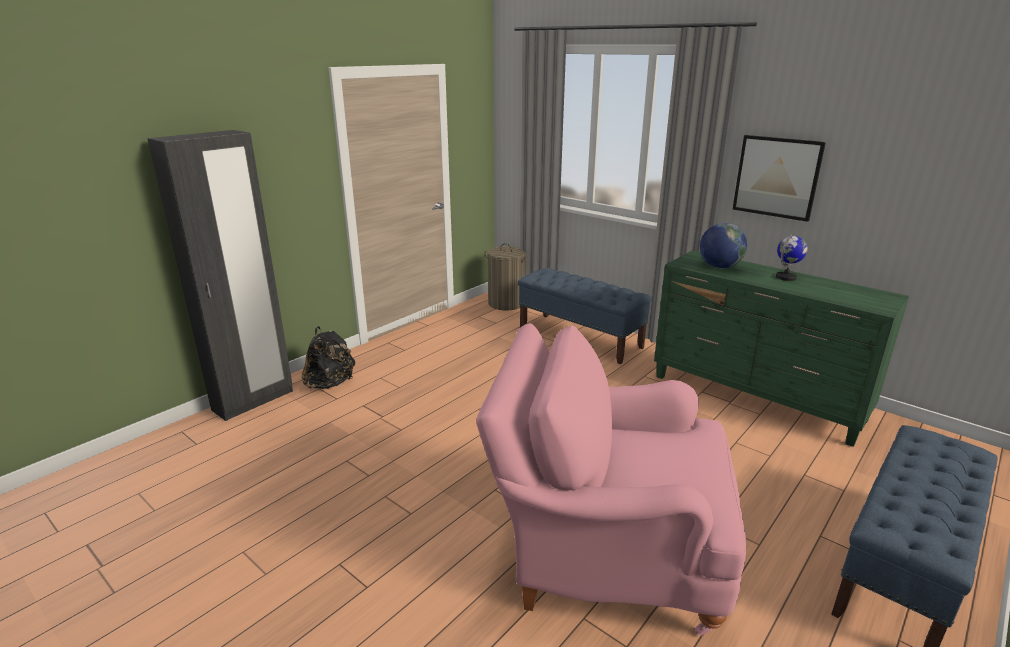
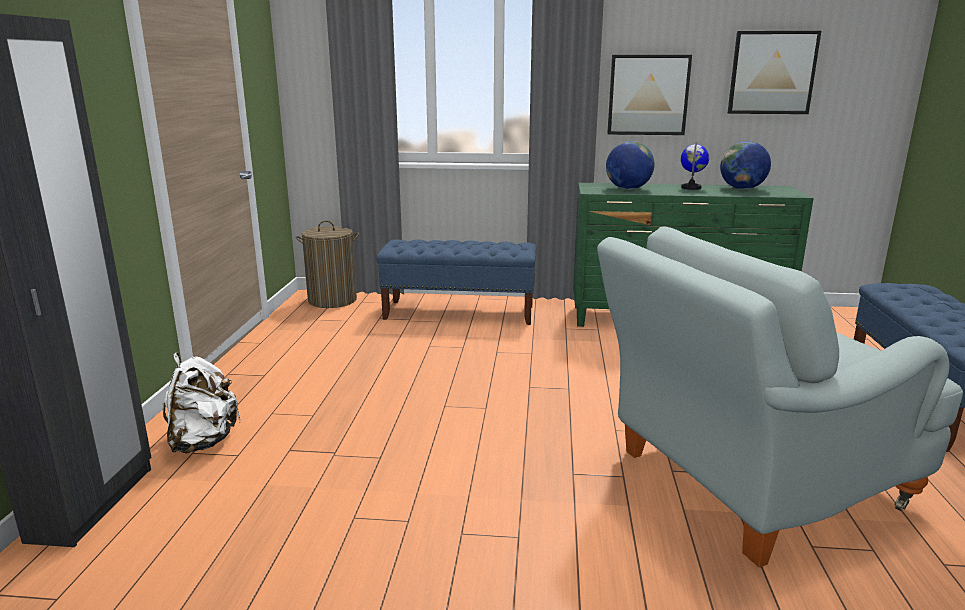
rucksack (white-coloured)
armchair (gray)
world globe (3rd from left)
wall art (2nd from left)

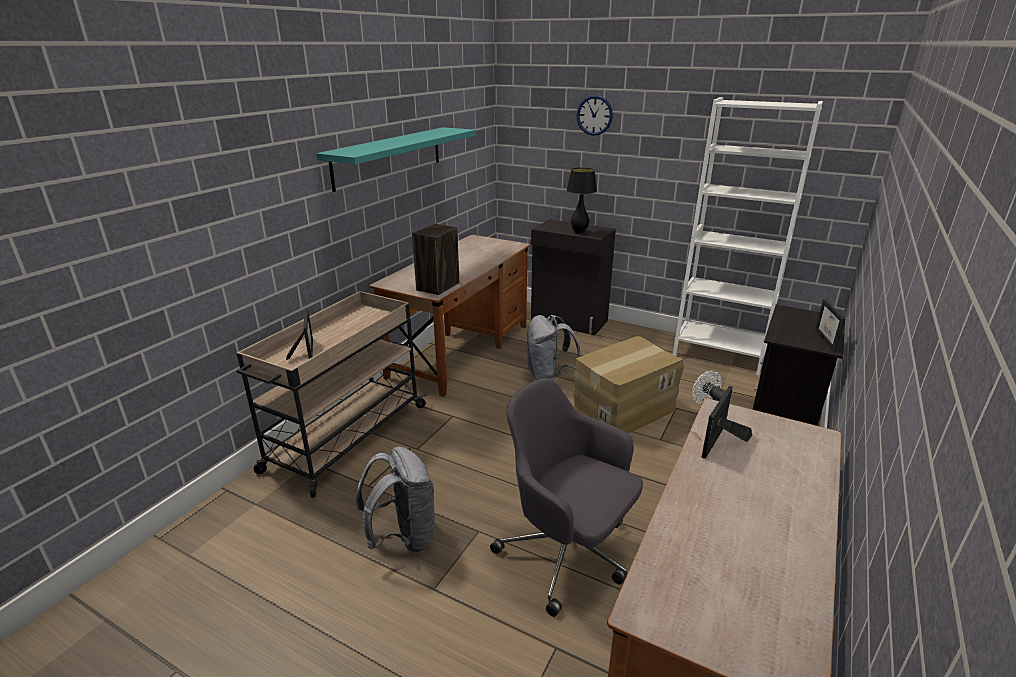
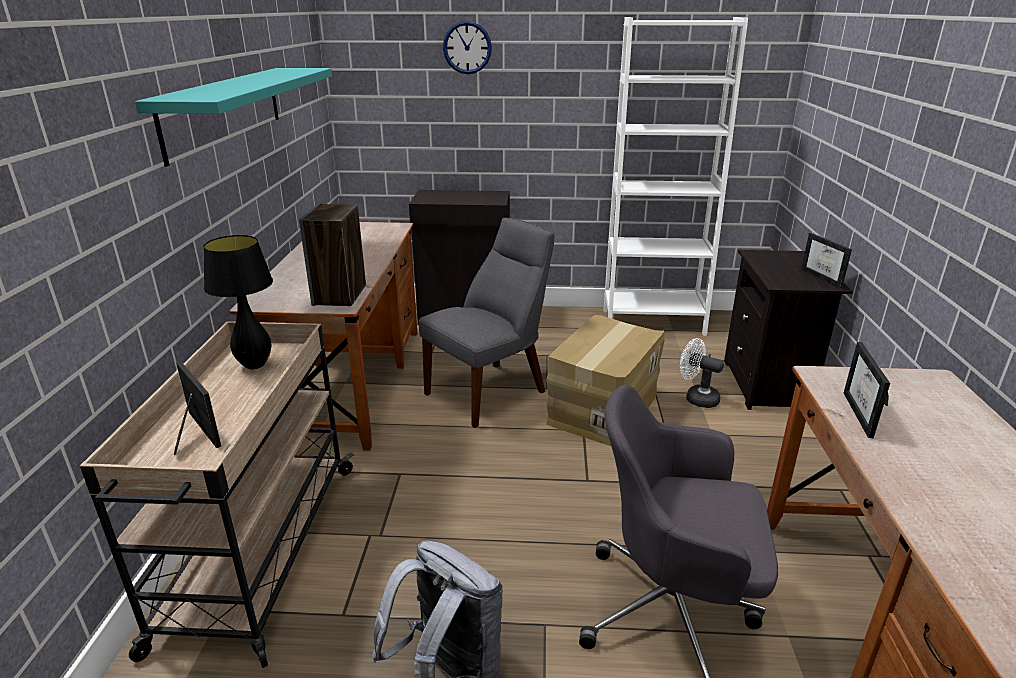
chair (gray)
lamp for a table (black-coloured)

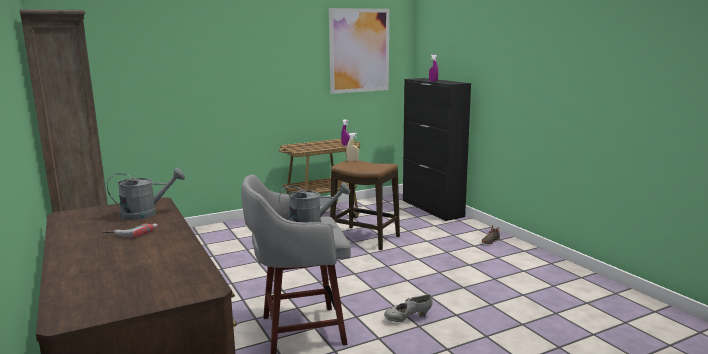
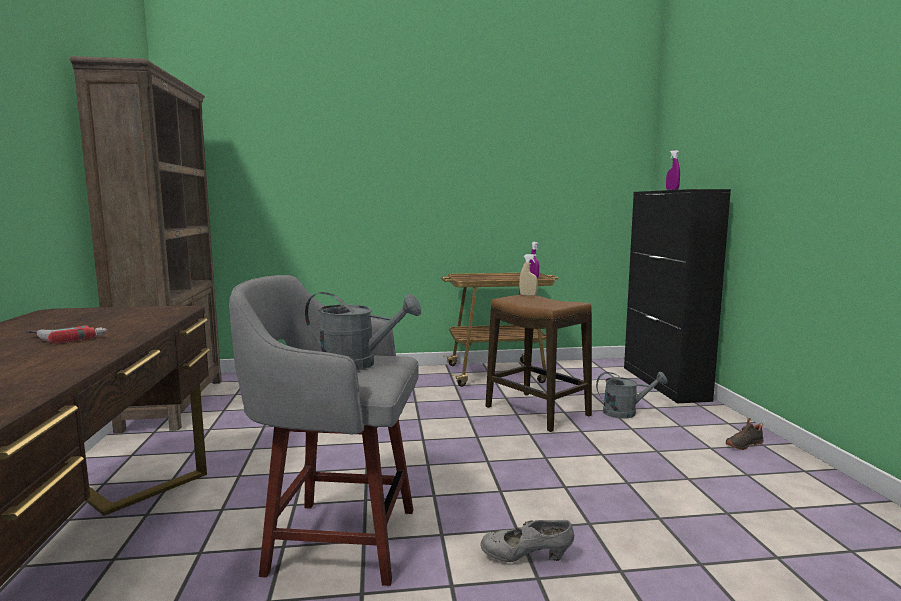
watering pot (gray) (2nd from left)
wall art

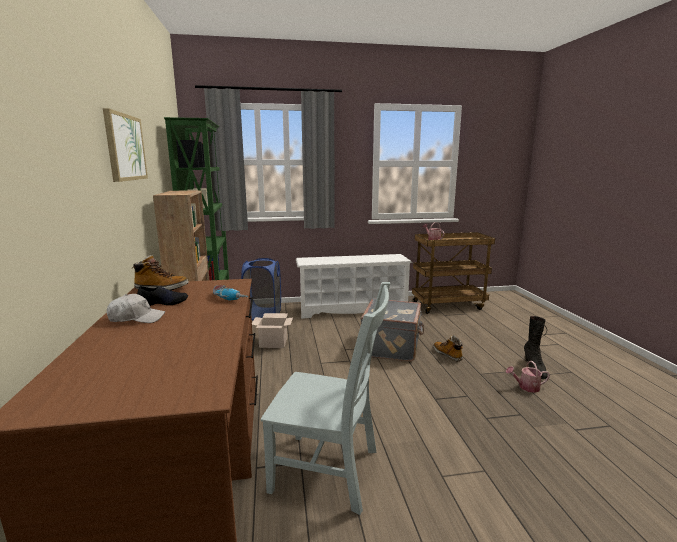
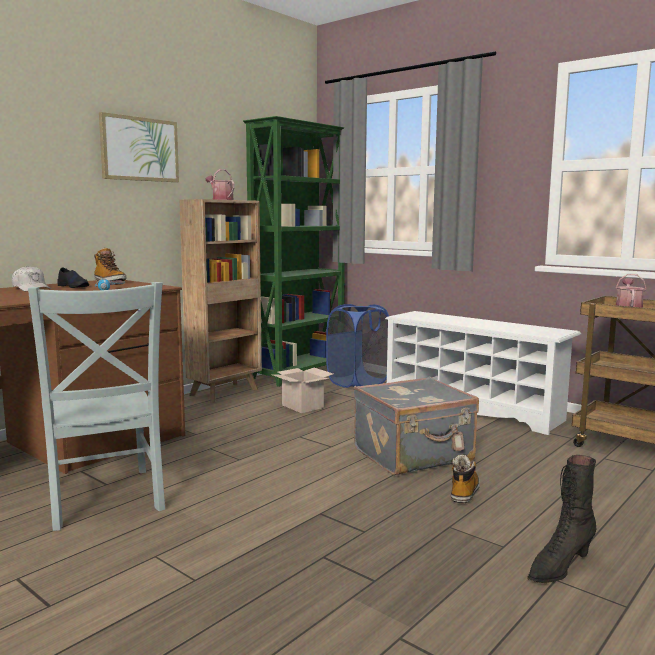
watering pot (1st from left)

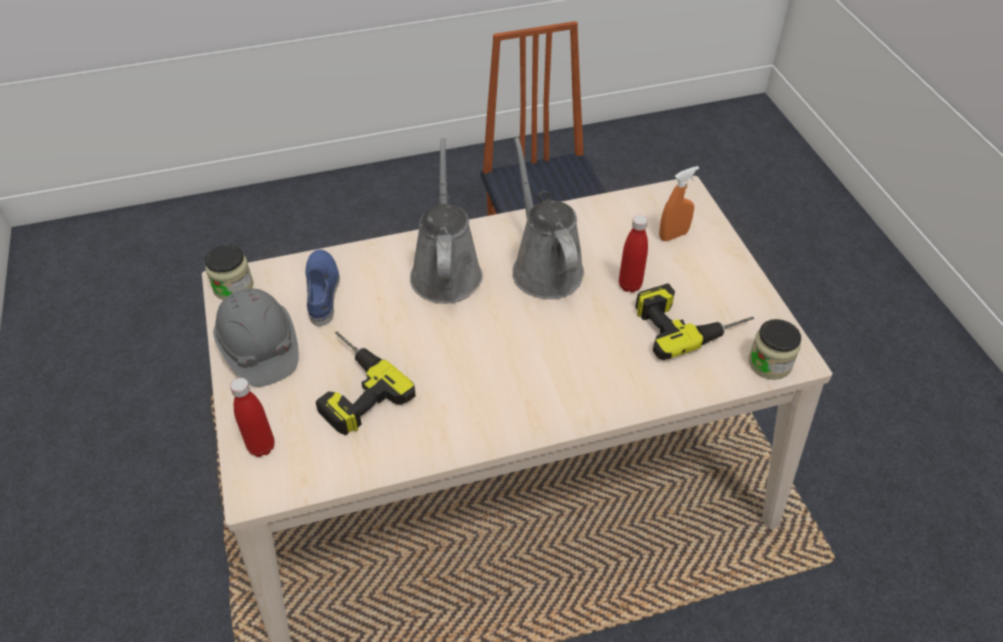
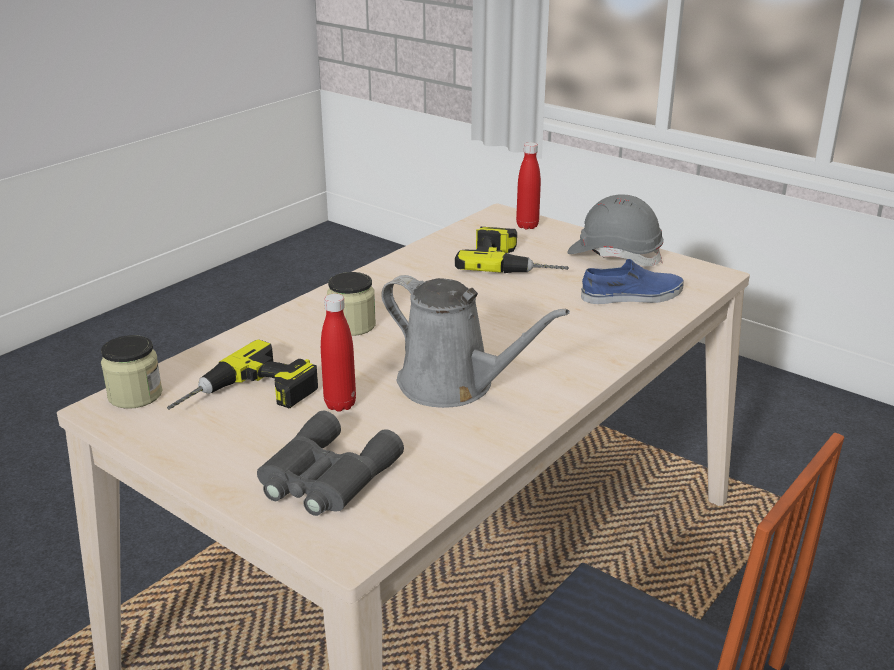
preserve jar (2nd from left)
low shoe (blue)
watering pot (gray) (1st from left in the first image)
binoculars (gray)

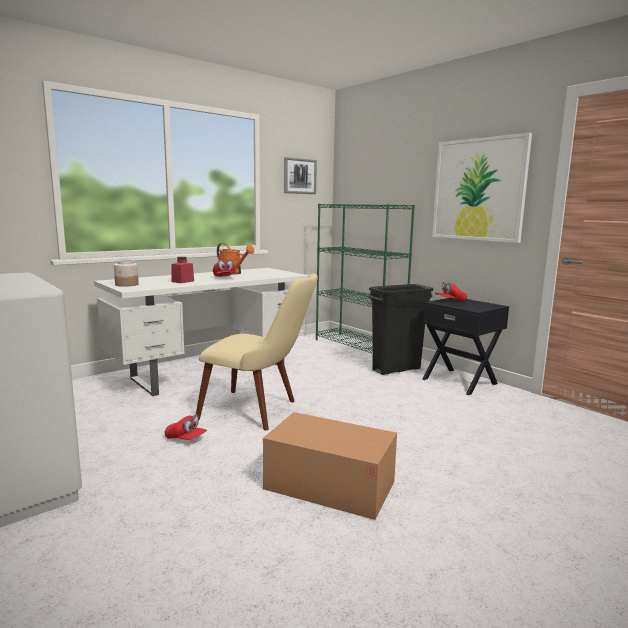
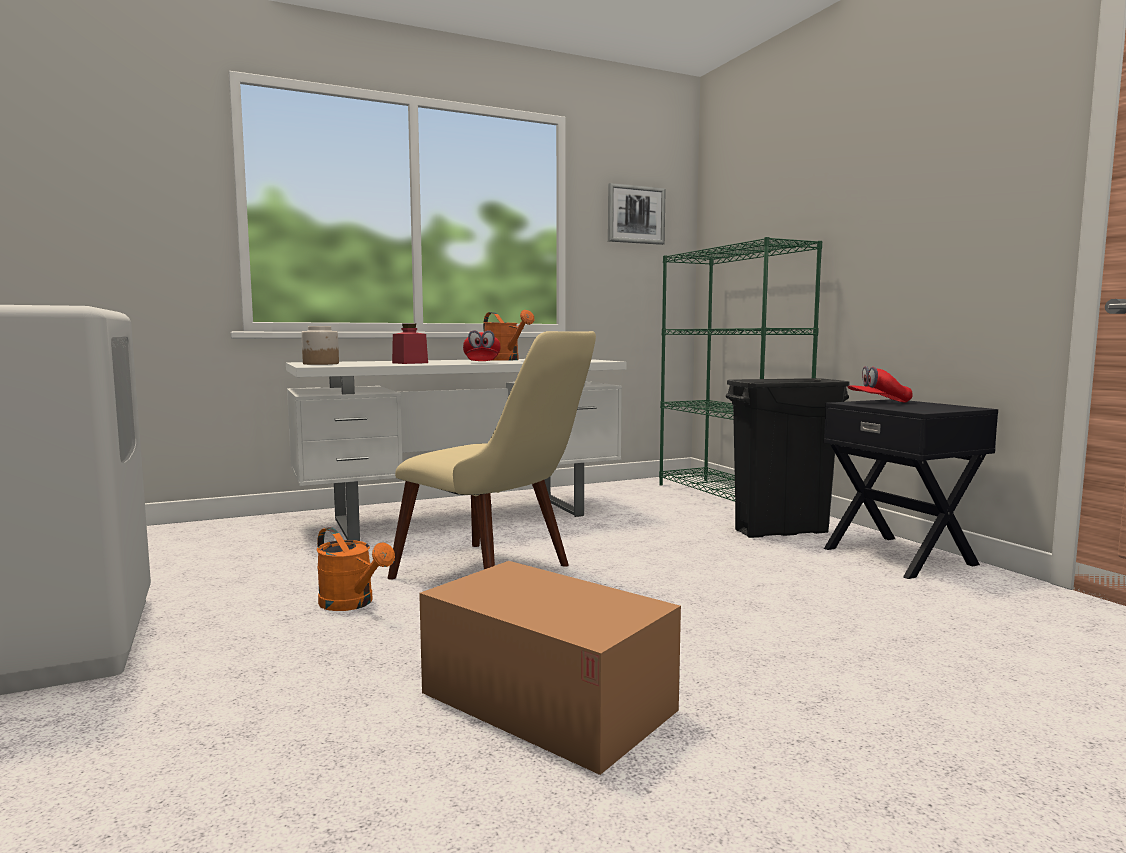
watering pot (orange-coloured) (1st from left)
wall art (2nd from left in the first image)

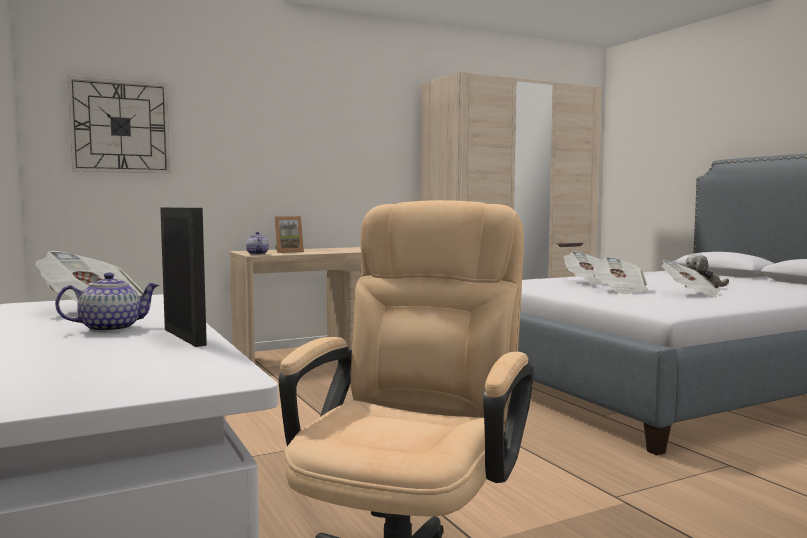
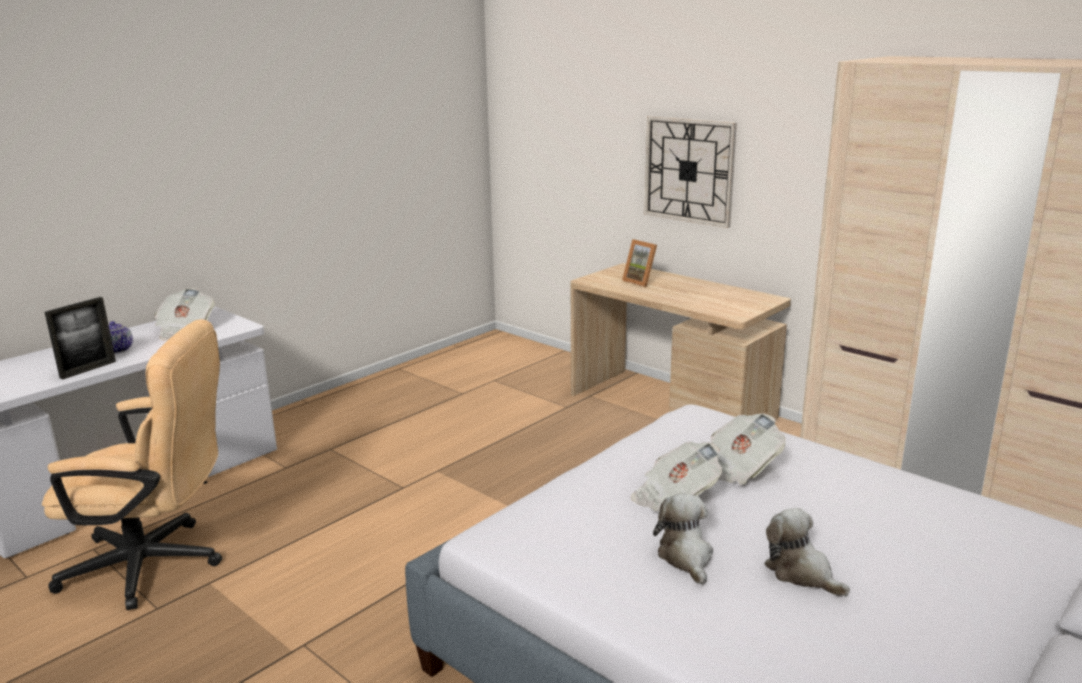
clock on the wall
pot for tea (2nd from left in the first image)
soft toy (1st from left)

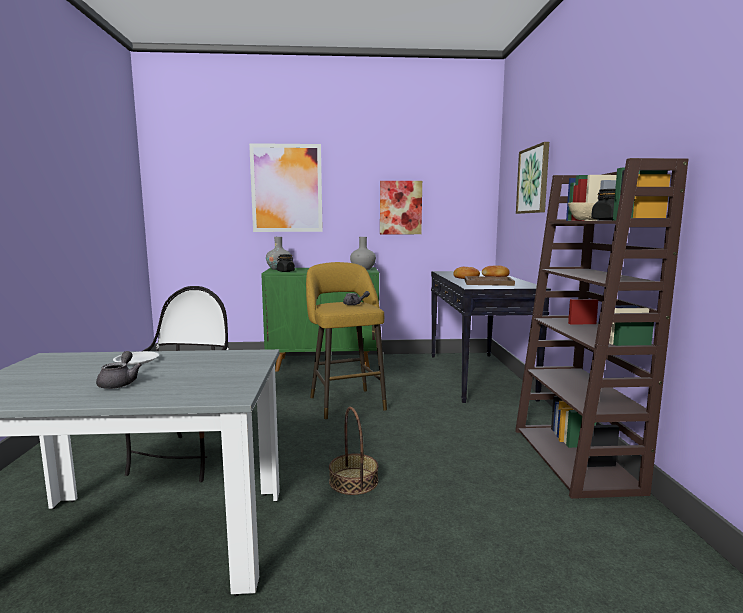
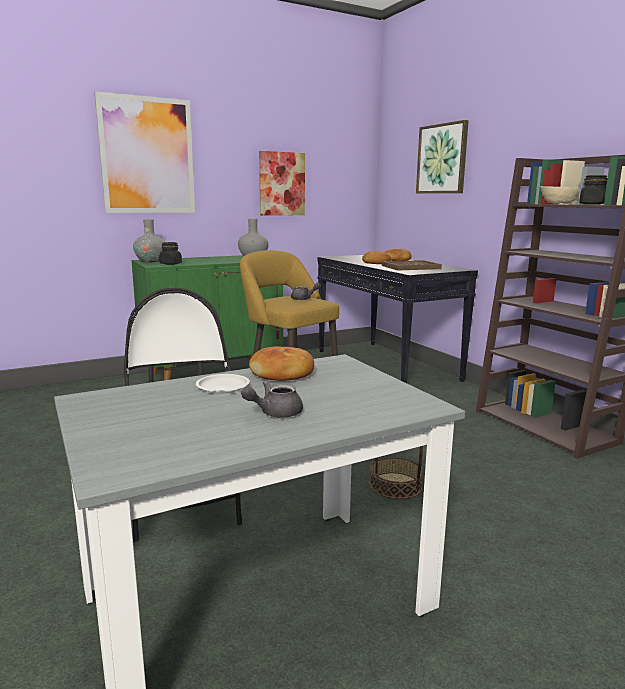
pot for tea (gray) (1st from left)
bread (1st from left)

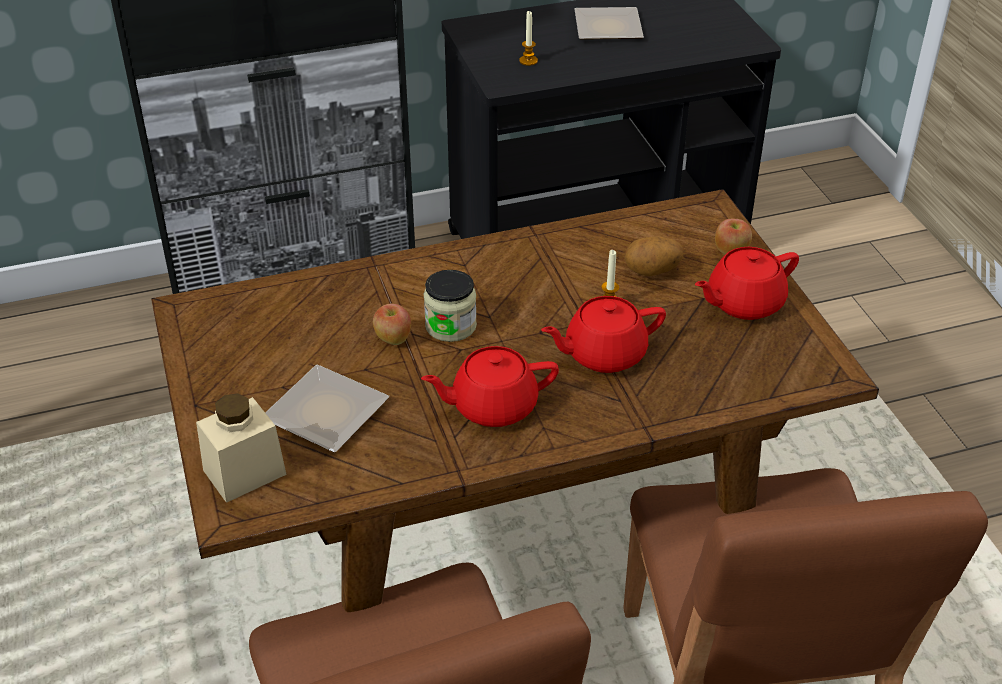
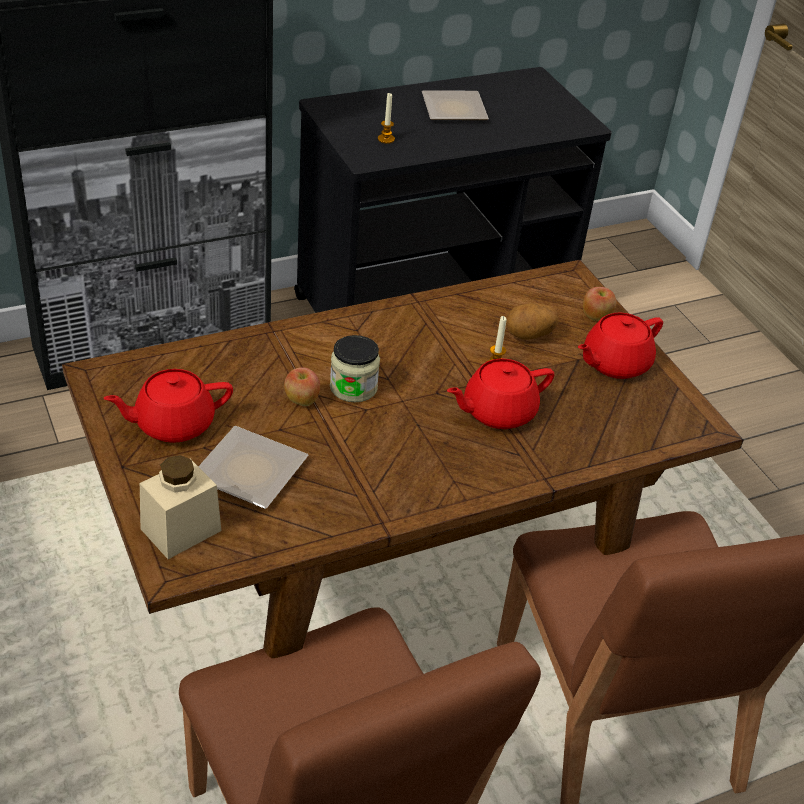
pot for tea (red-coloured) (1st from left)

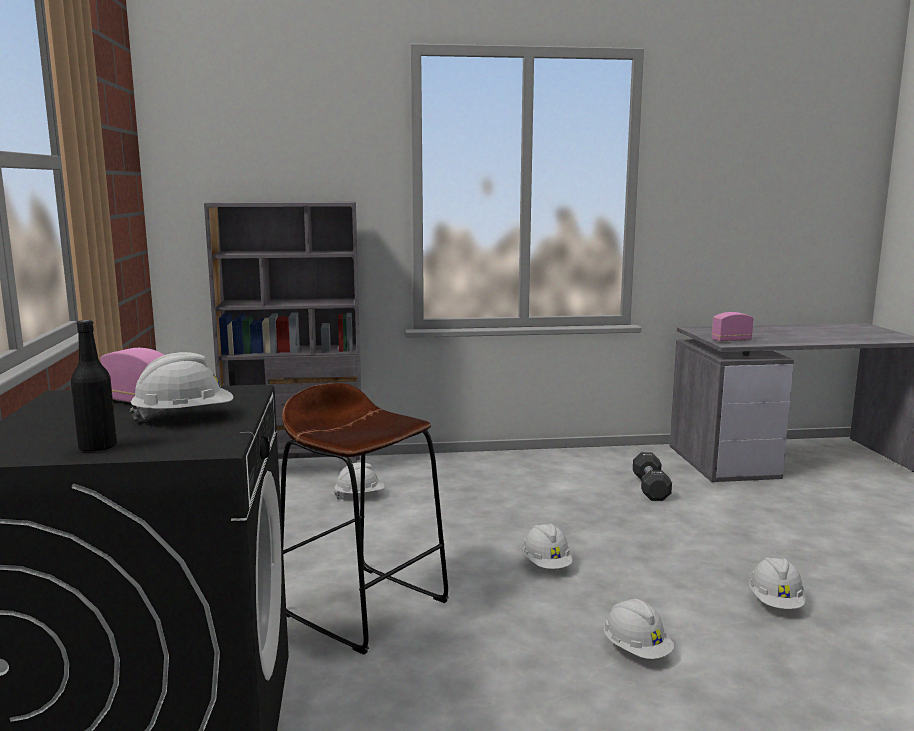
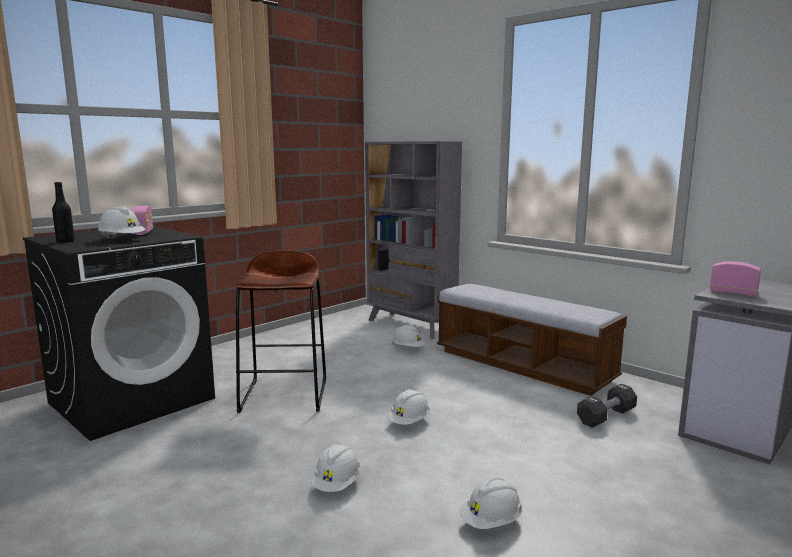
bench

